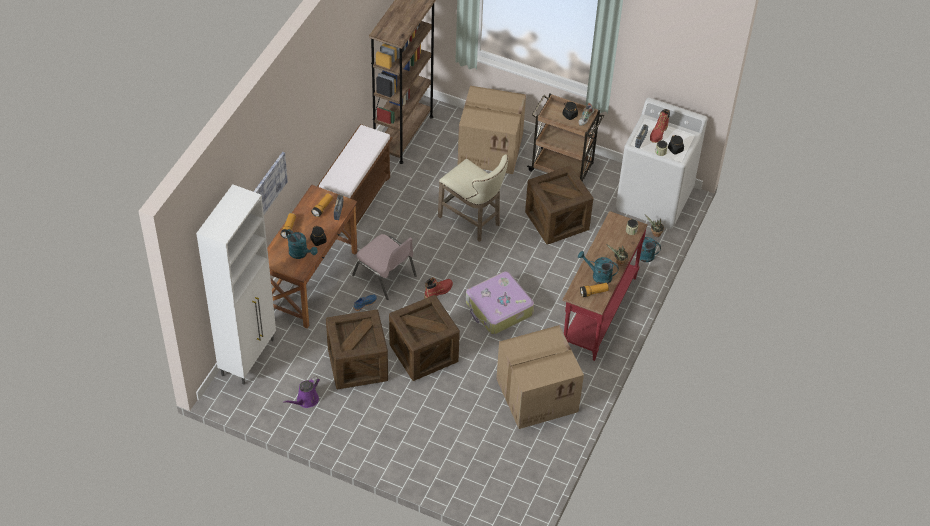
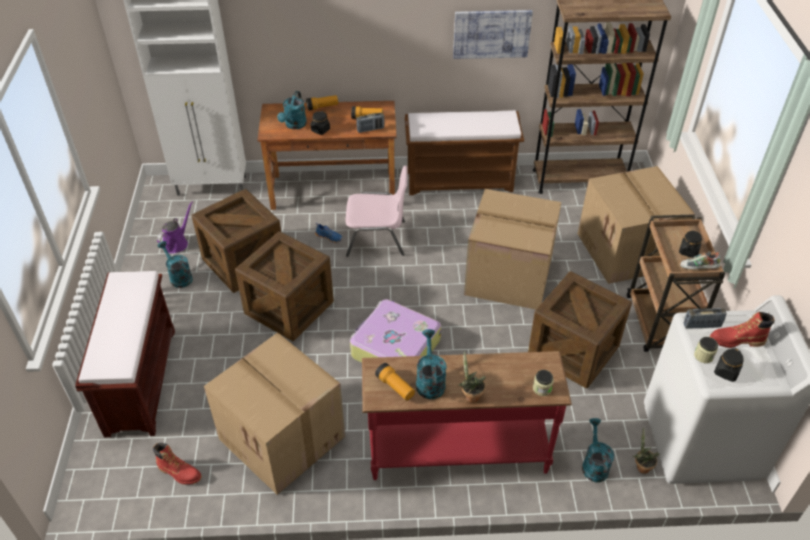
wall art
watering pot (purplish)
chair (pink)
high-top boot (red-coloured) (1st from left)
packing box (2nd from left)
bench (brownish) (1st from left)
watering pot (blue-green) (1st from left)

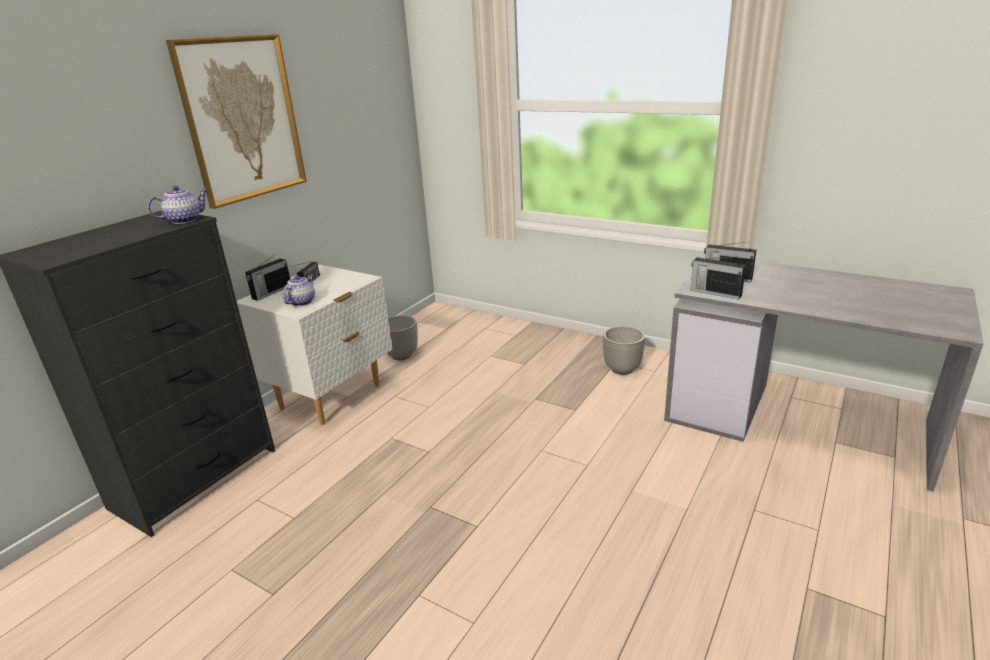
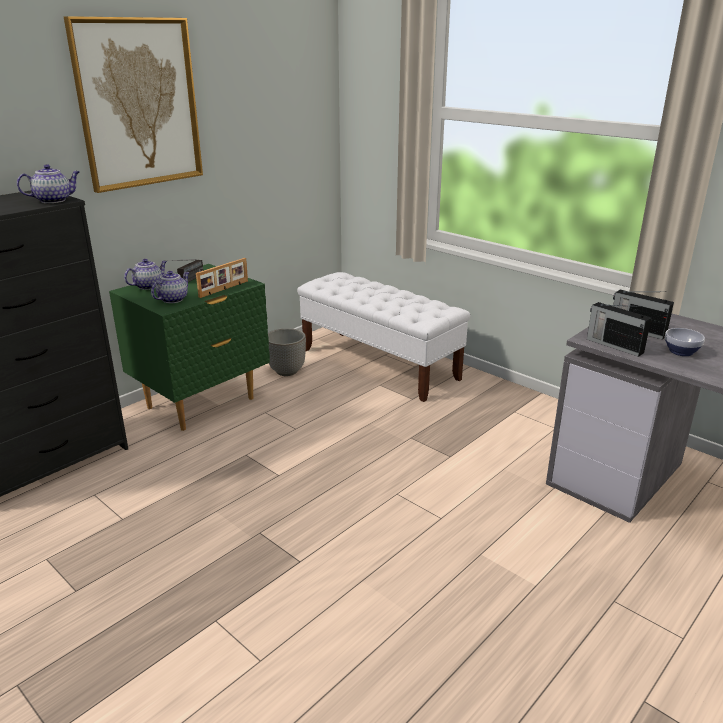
bedside table (greenish)
pot for tea (2nd from left)
flower pot (2nd from left in the first image)
photo frame
bench (white-coloured)
serving bowl

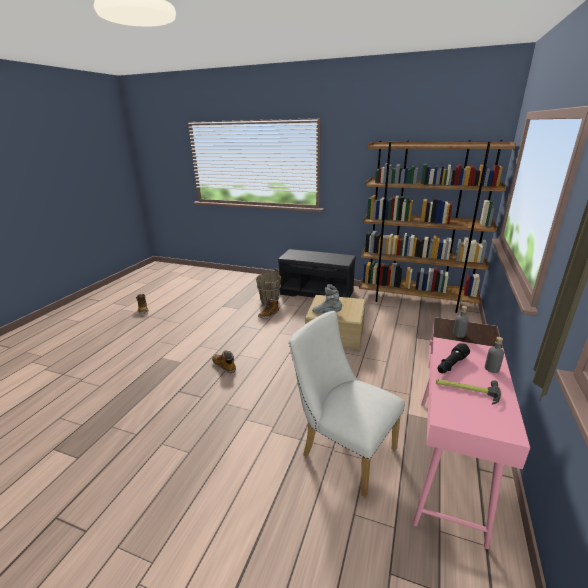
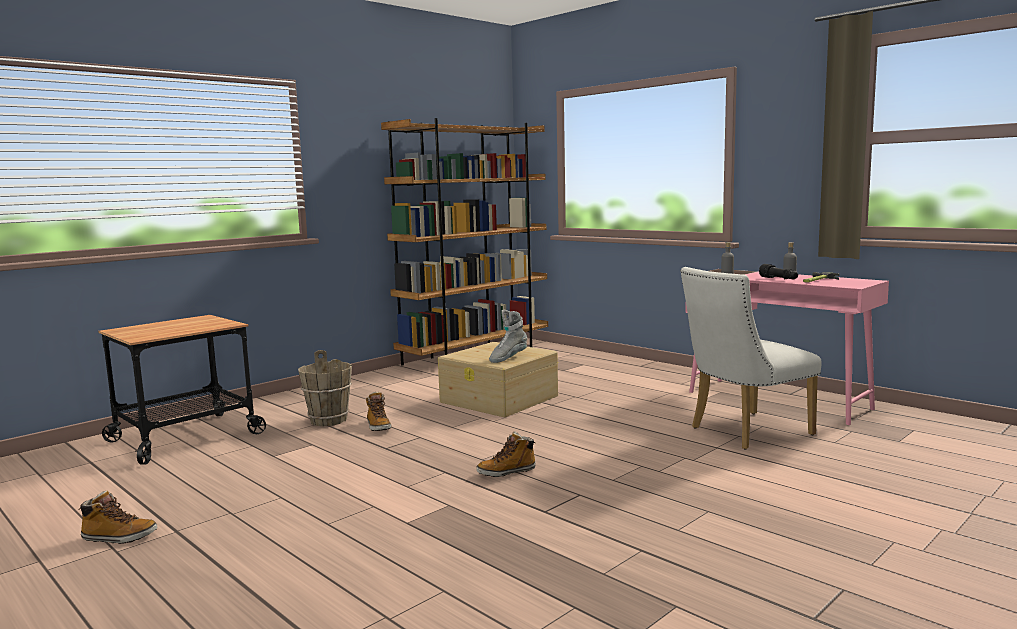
bench (gray)
cart

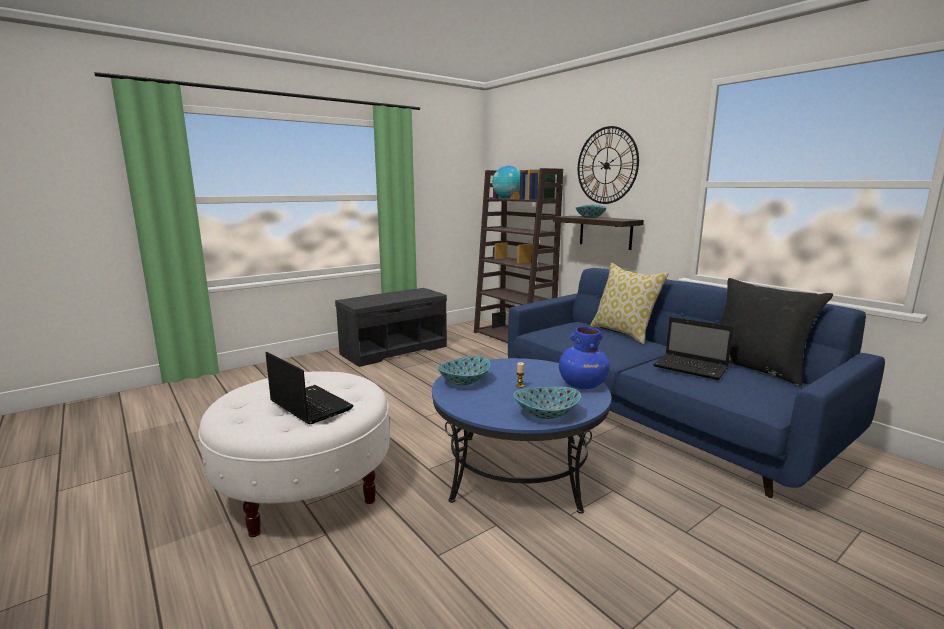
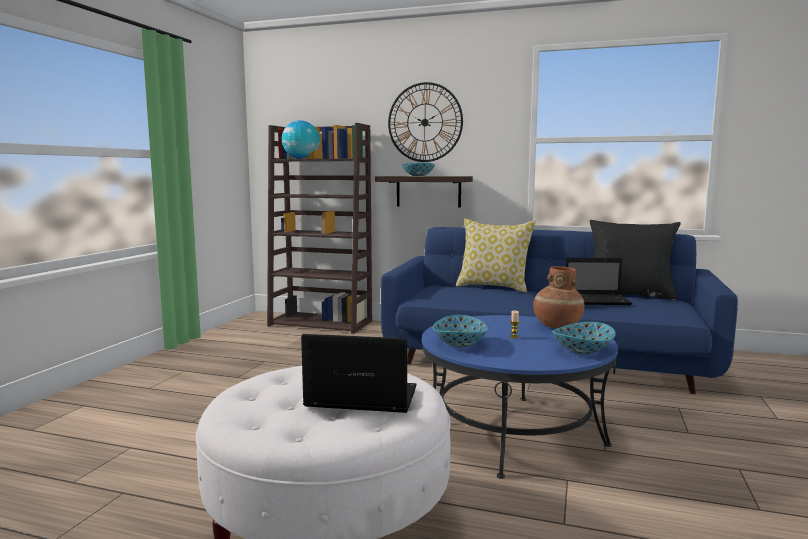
bench (gray)
flower vase (brownish)

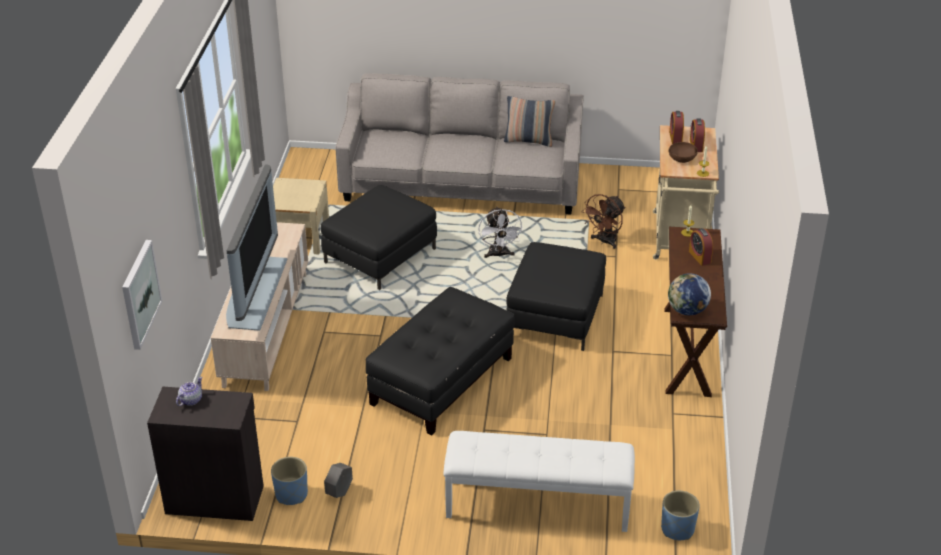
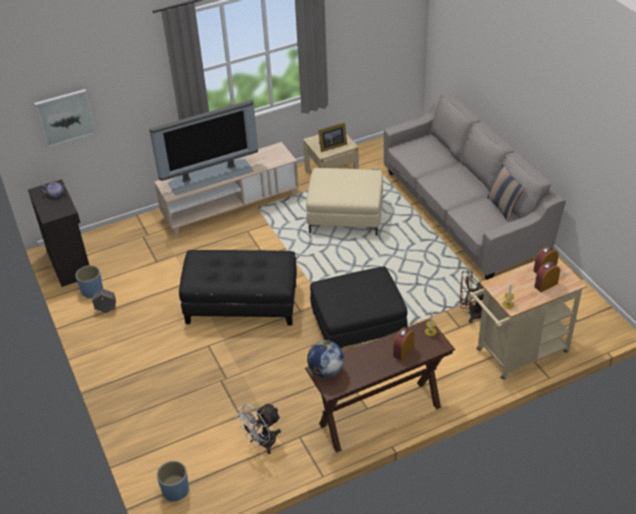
ottoman (sand-coloured)
bench (white-coloured)
fan (white-coloured)
serving bowl (brownish)
photo frame

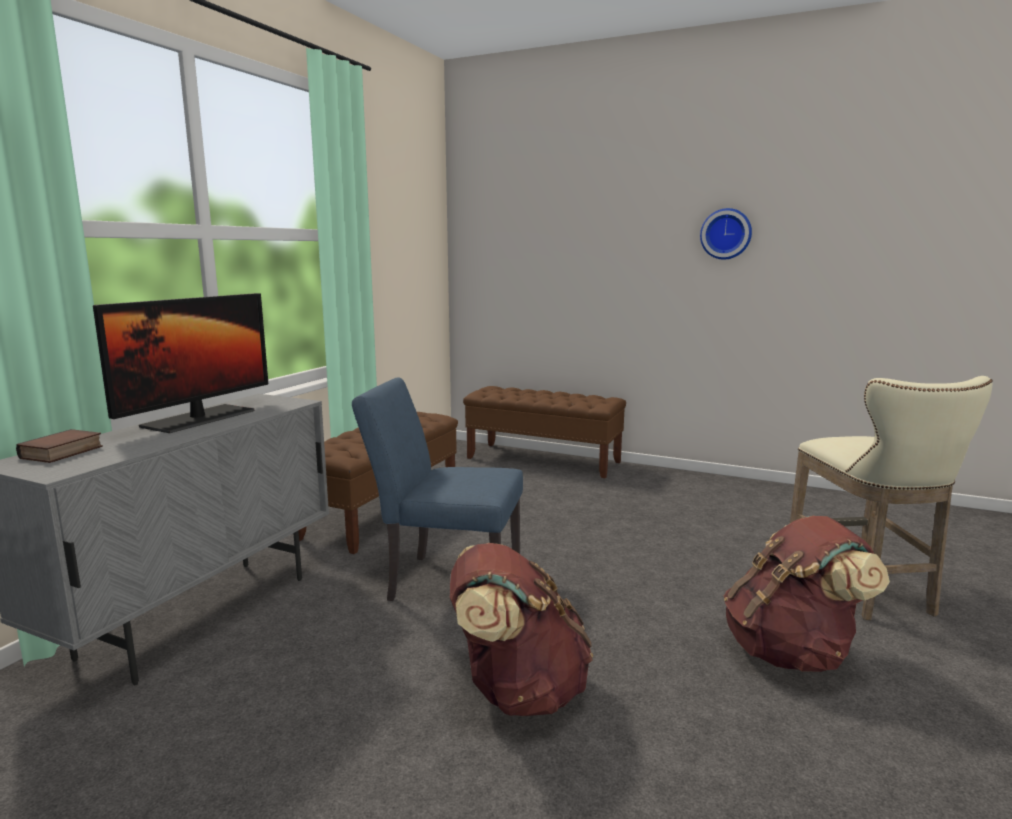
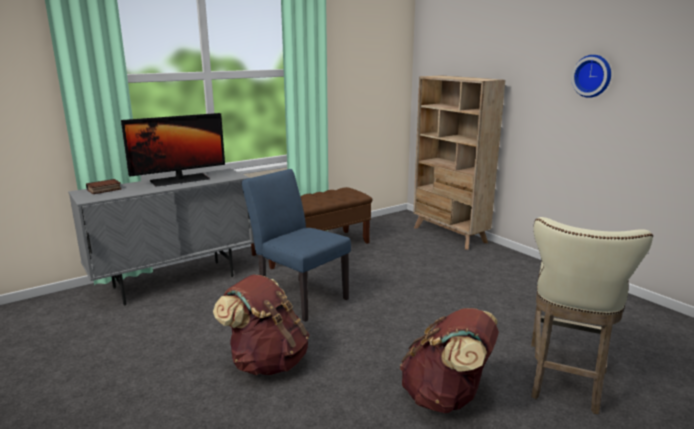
bookshelf (sand-coloured)

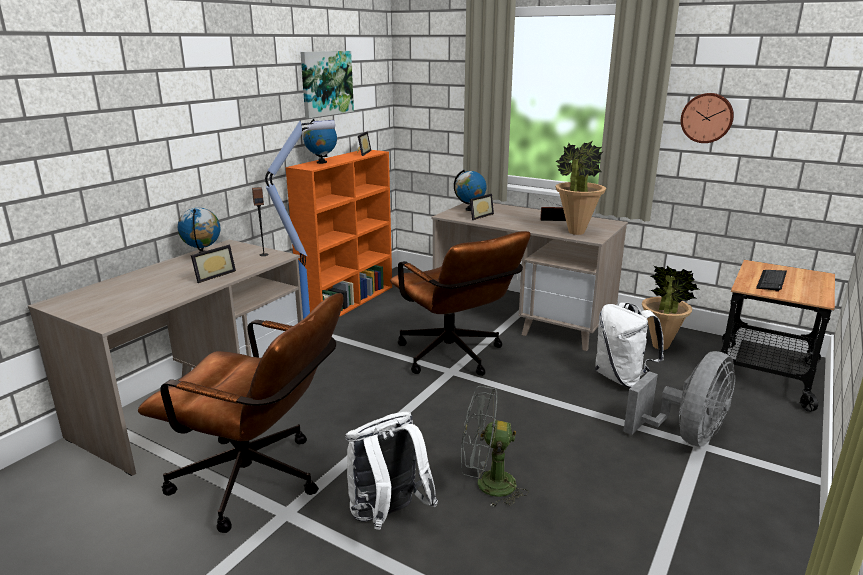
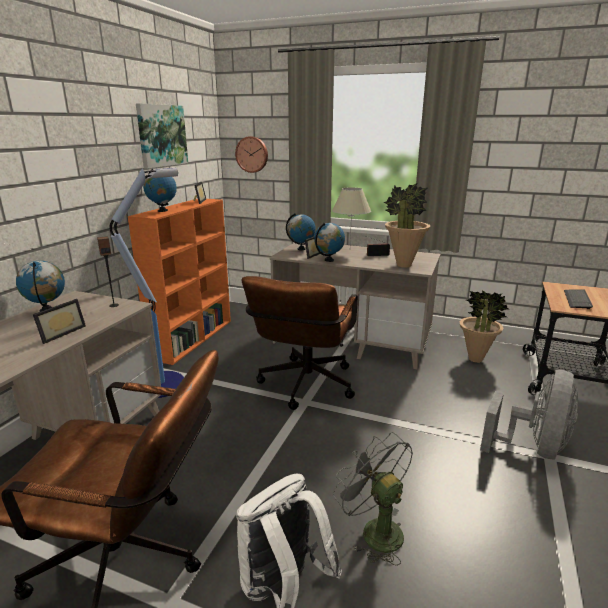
computer chair (brownish) (2nd from left)
fan (gray) (1st from left)
rucksack (white-coloured) (2nd from left in the first image)
clock on the wall
world globe (4th from left)
lamp for a table (sand-coloured)

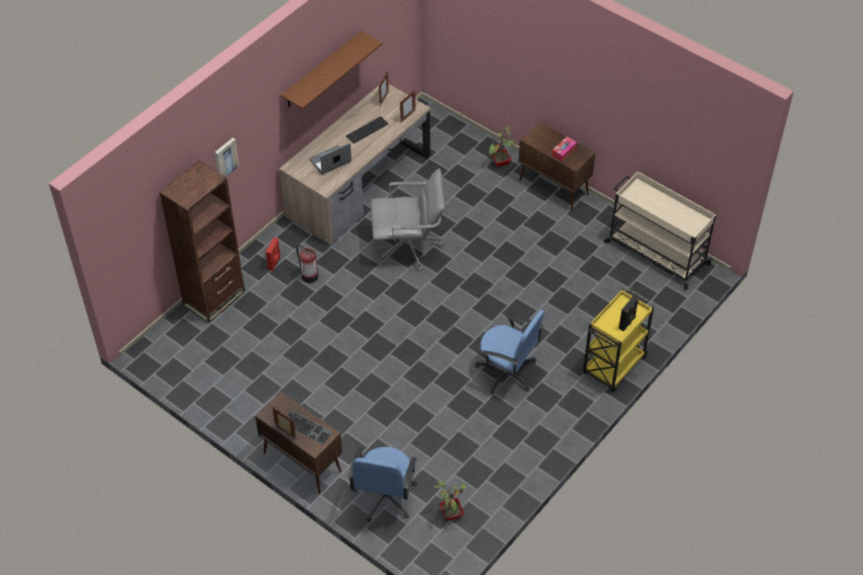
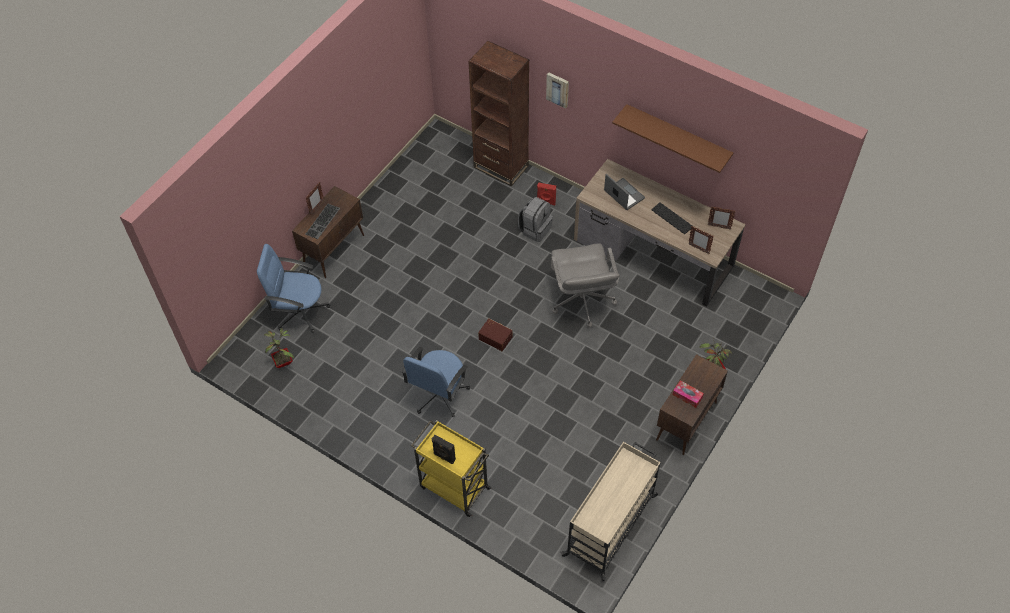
rucksack (gray)
storage container (brownish)

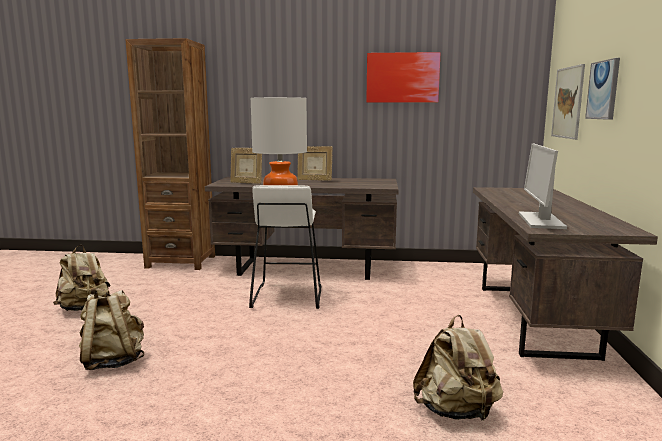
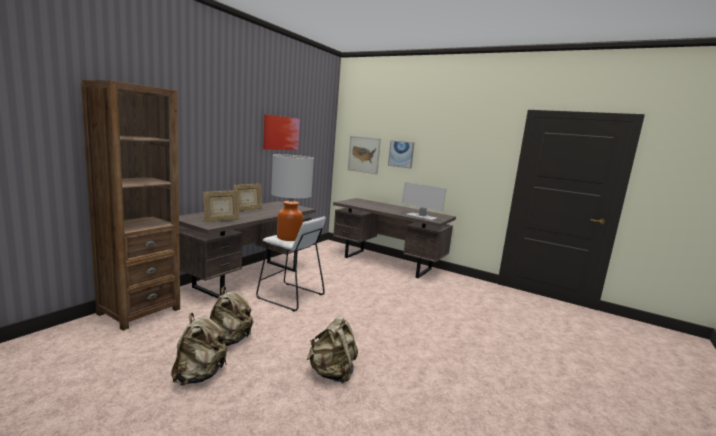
rucksack (sand-coloured) (2nd from left)

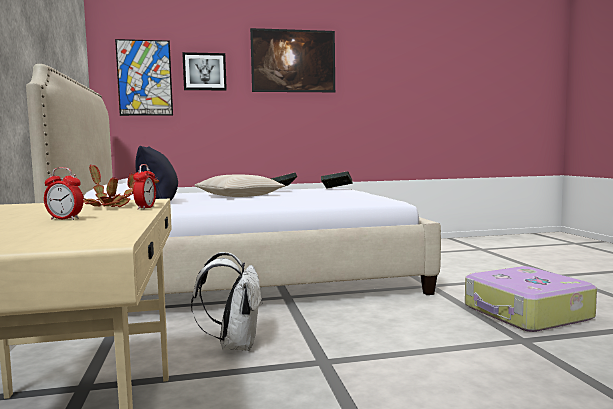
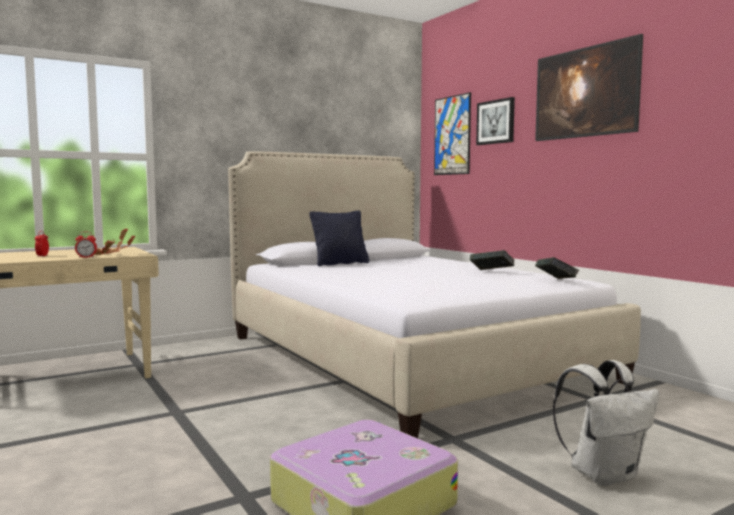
rucksack (white-coloured)
cushion (sand-coloured)

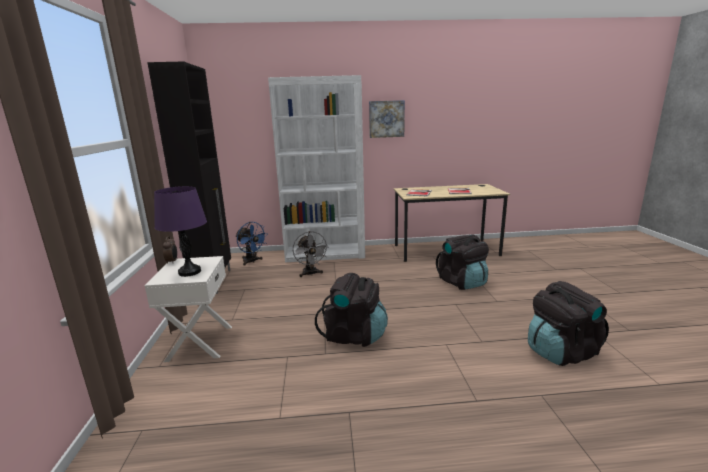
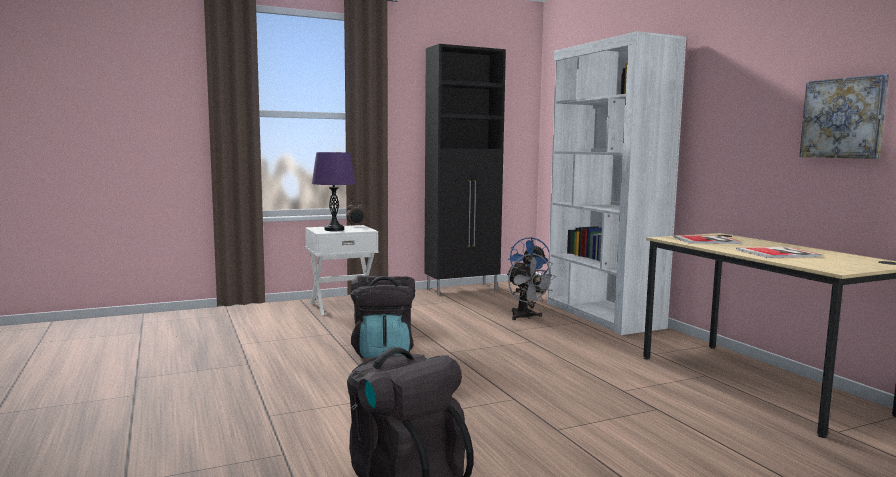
fan (gray)
wall art
rucksack (black-coloured) (2nd from left in the first image)

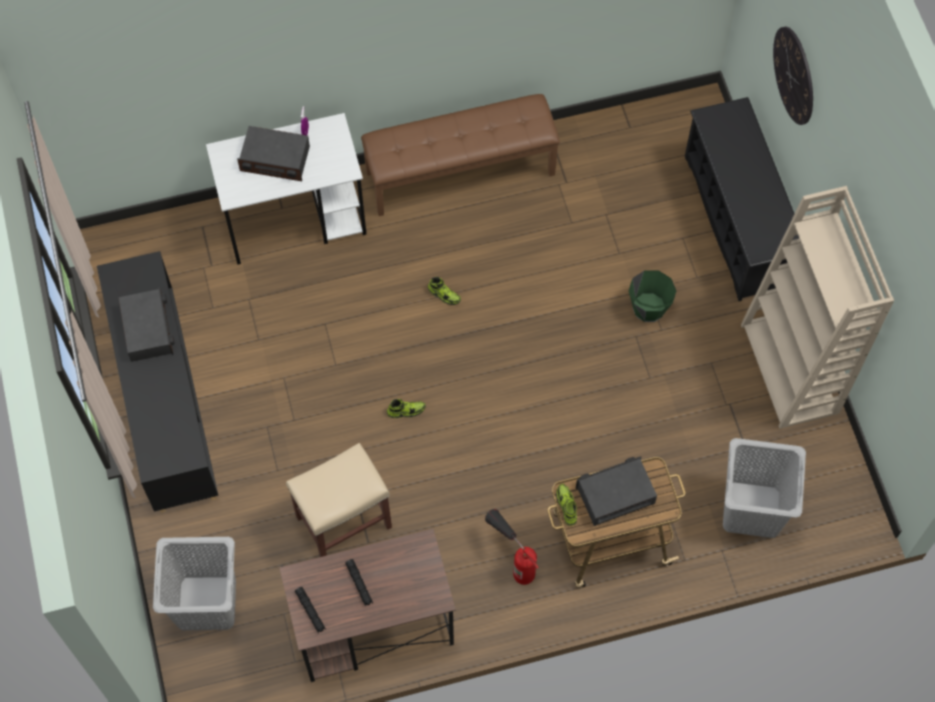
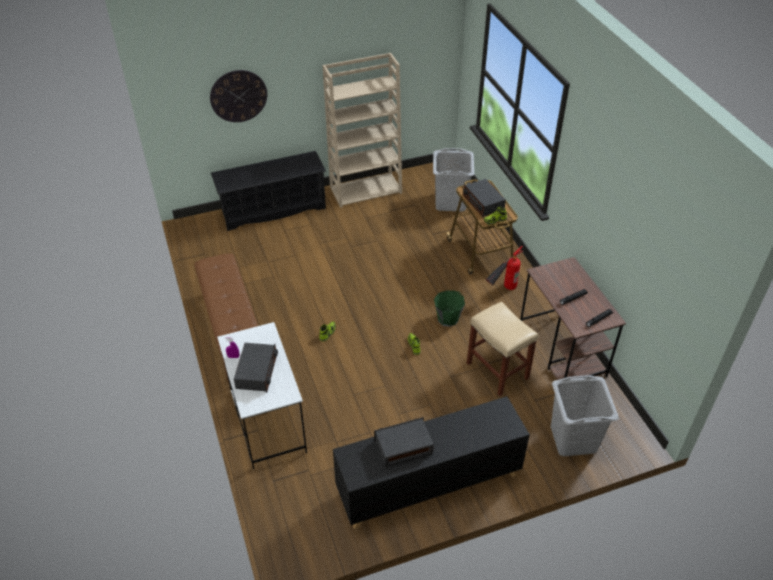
bucket (greenish)

